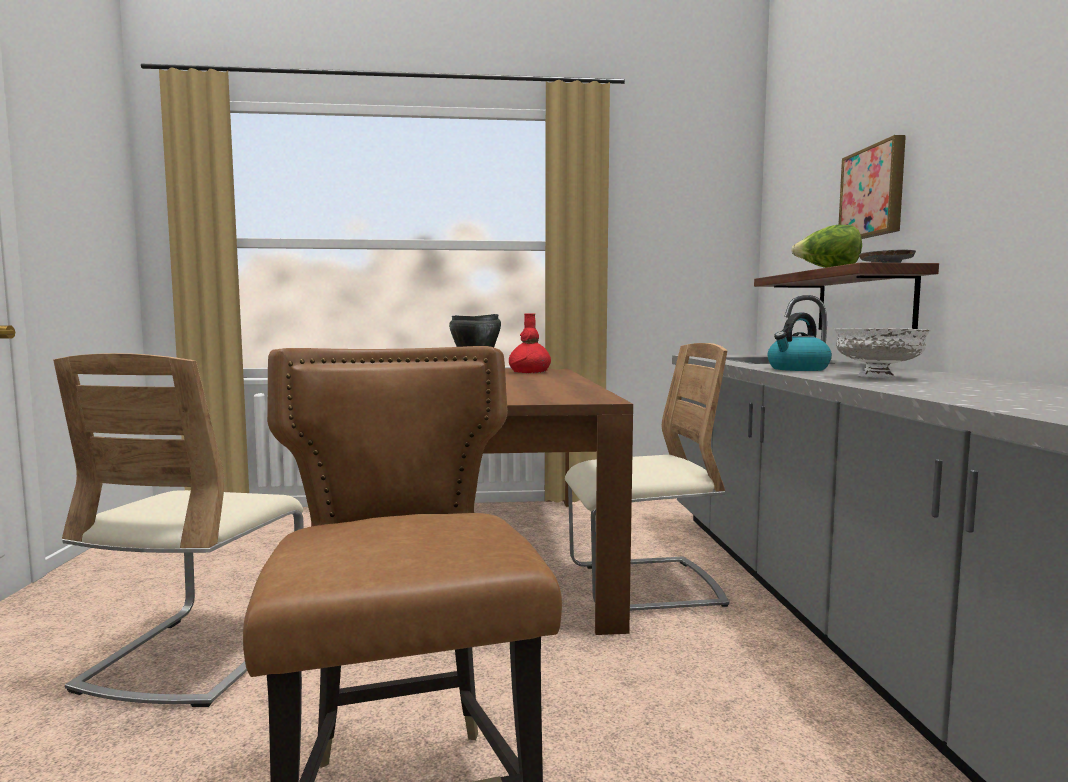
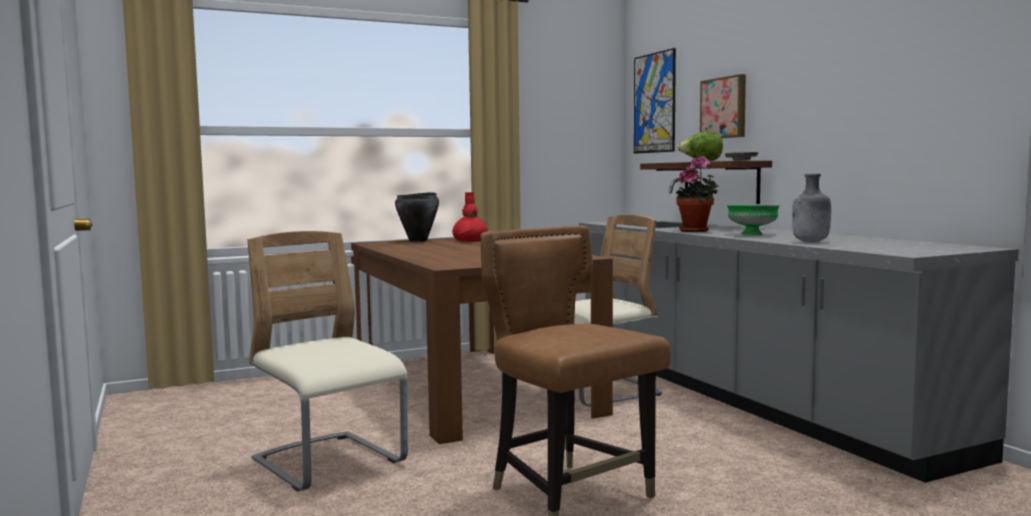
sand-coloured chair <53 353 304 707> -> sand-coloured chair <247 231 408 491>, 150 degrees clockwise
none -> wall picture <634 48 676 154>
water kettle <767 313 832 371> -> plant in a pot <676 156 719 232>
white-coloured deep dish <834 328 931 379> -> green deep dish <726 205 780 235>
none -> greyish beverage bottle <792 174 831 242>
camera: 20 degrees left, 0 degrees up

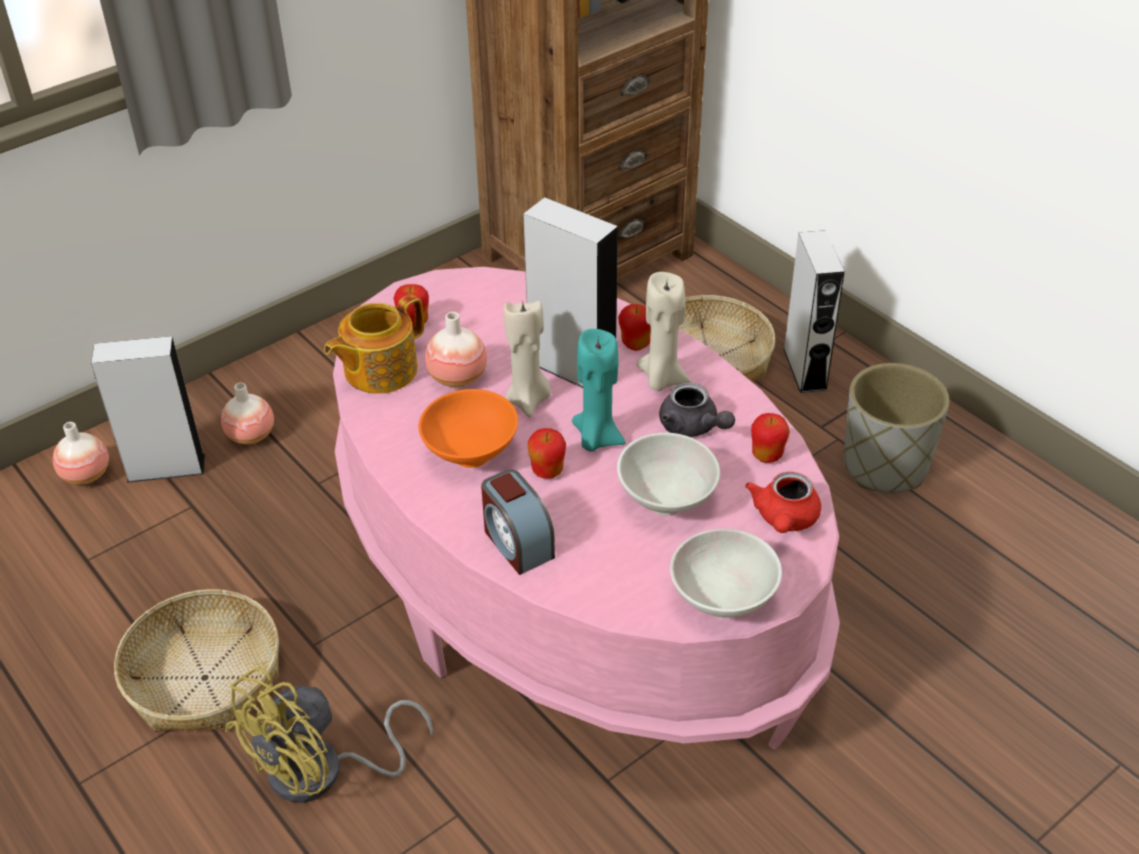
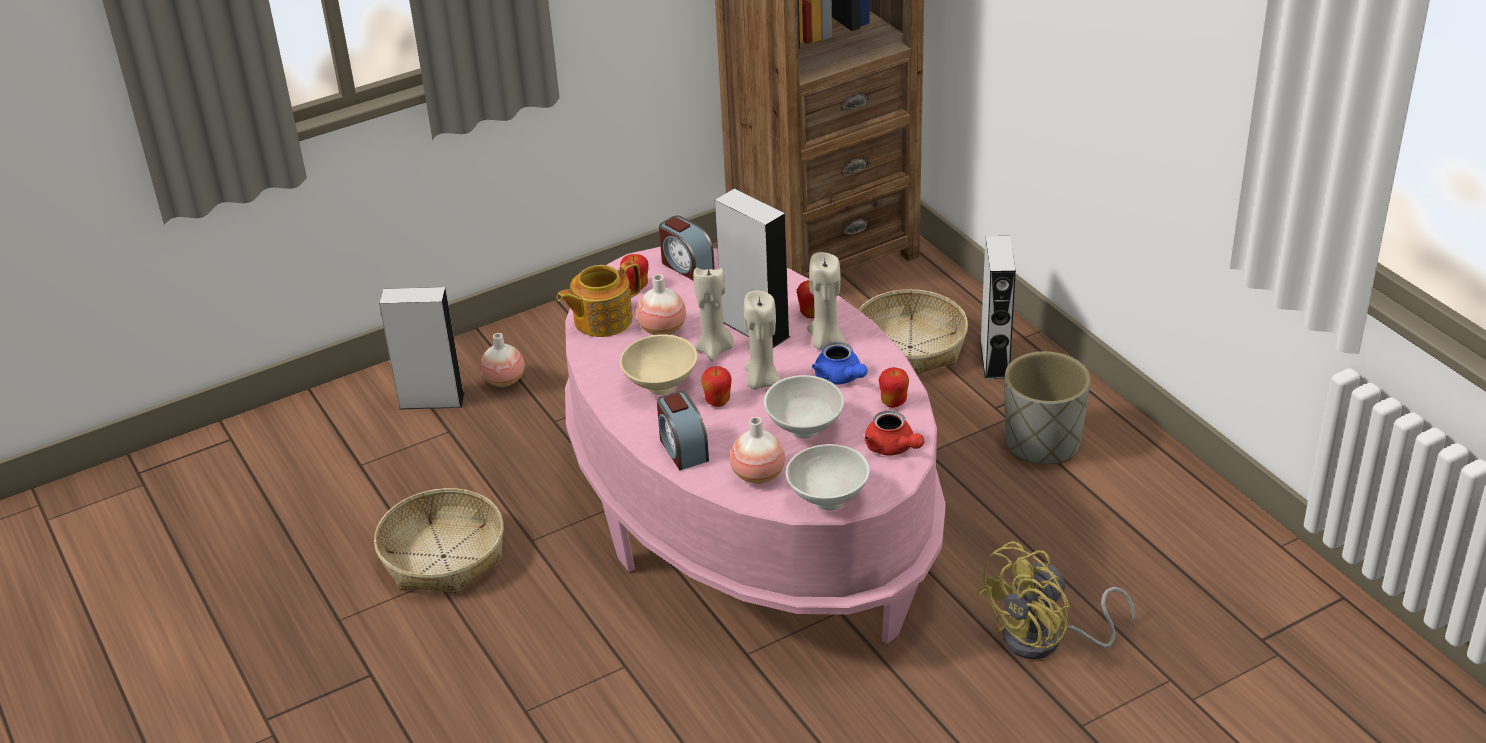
orangey deep dish <418 389 518 468> -> sand-coloured deep dish <620 334 697 395>
none -> alarm clock <659 216 715 281>
decorative vase <53 422 109 485> -> decorative vase <730 417 785 484>, moved
turquoise-coloured wax light <572 329 626 452> -> sand-coloured wax light <744 290 781 390>
greyish pot for tea <659 383 735 437> -> blue-coloured pot for tea <812 342 868 385>
red pot for tea <745 472 821 533> -> red pot for tea <864 410 924 456>, 60 degrees counterclockwise
yellowish electric fan <225 667 433 803> -> yellowish electric fan <976 541 1136 660>, moved
camera: 10 degrees right, 5 degrees down

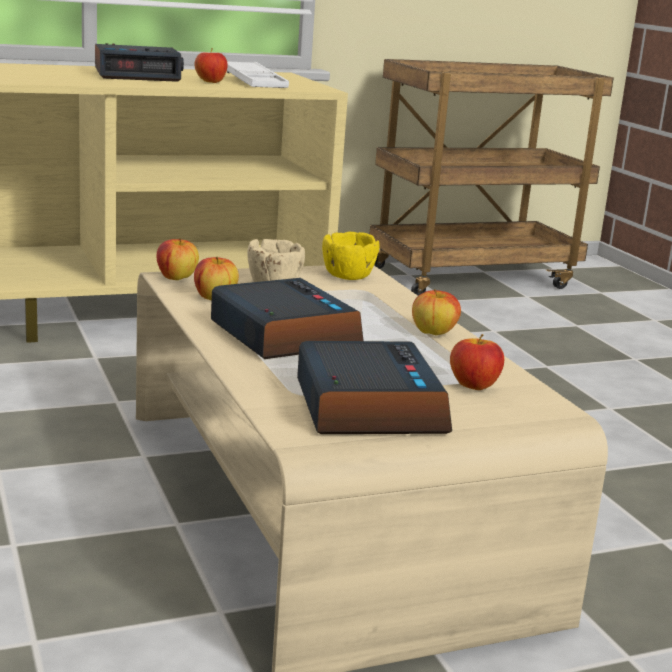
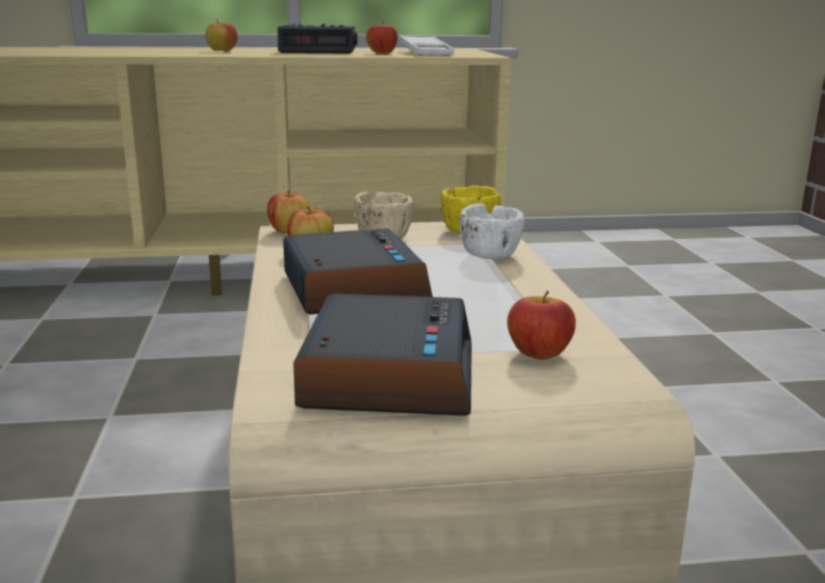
apple <412 289 461 335> -> apple <205 19 238 51>, moved
none -> white-coloured deep dish <459 204 524 259>
brown cart <370 59 614 296> -> none
camera: 15 degrees right, 0 degrees up

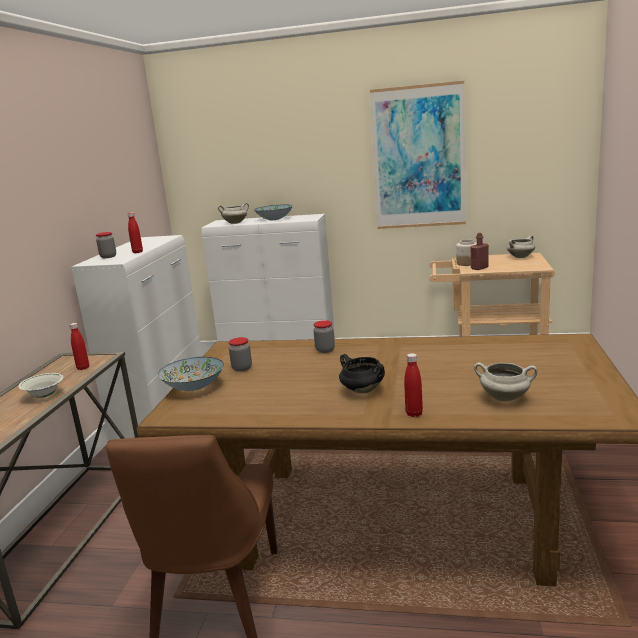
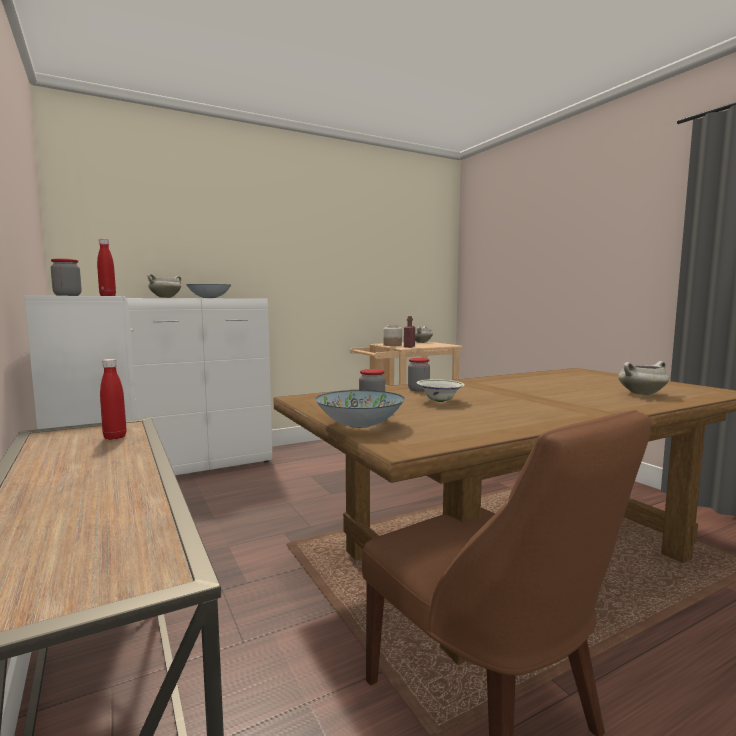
white-coloured deep dish <18 373 63 398> -> white-coloured deep dish <416 379 465 402>, moved
black saucepot <339 354 385 393> -> none
wall picture <370 81 466 229> -> none
red beverage bottle <404 353 423 417> -> none
camera: 40 degrees left, 10 degrees down

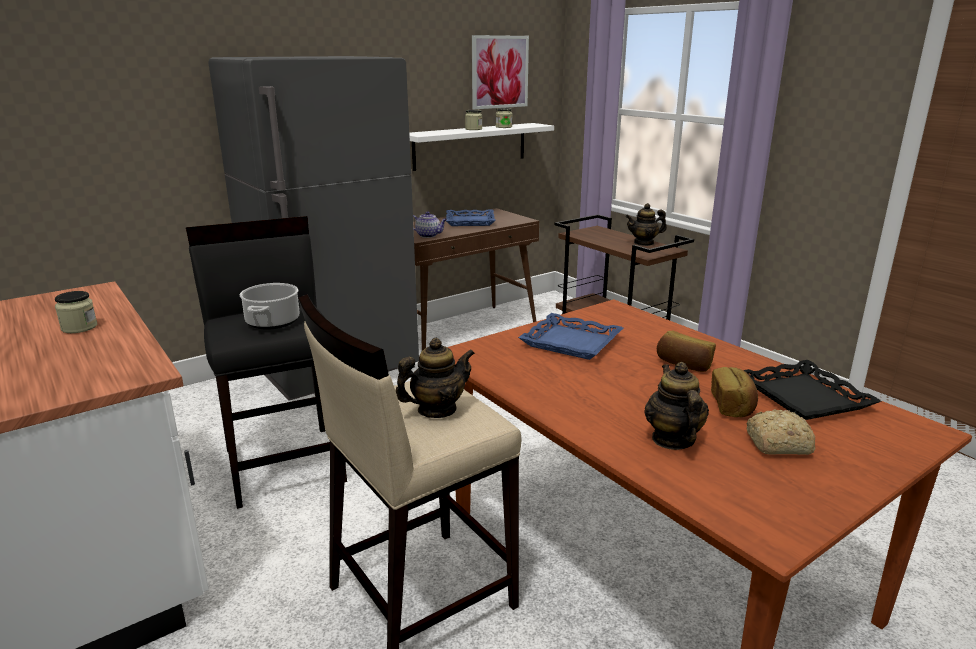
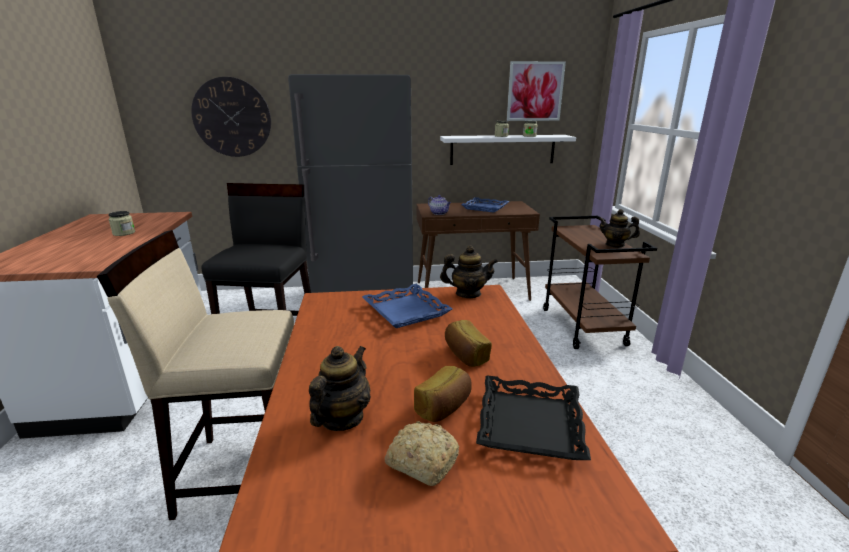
none -> wall clock <191 77 271 157>
pot for tea <396 338 475 418> -> pot for tea <440 245 498 298>, moved
saucepot <240 283 300 330> -> none
camera: 30 degrees right, 0 degrees up

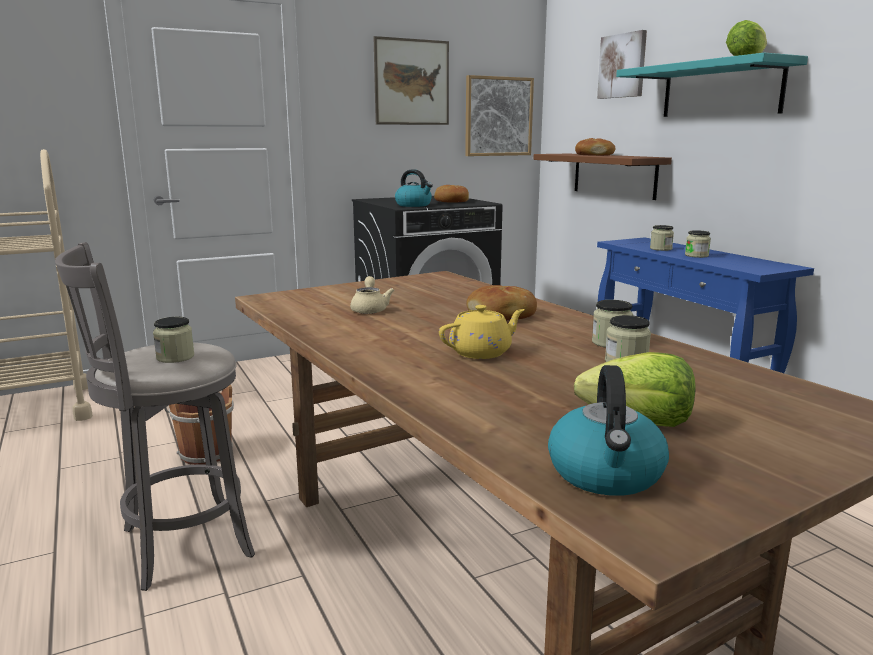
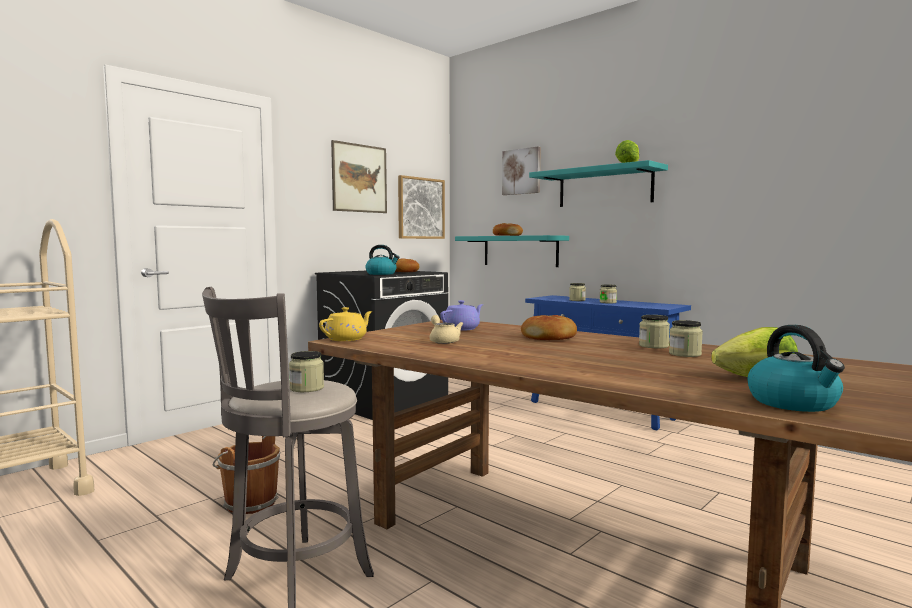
yellowish pot for tea <439 305 525 359> -> yellowish pot for tea <319 307 373 341>, moved
none -> purple pot for tea <440 300 483 331>
brown wall shelf <533 154 672 200> -> turquoise-coloured wall shelf <455 235 569 267>
camera: 20 degrees left, 10 degrees down

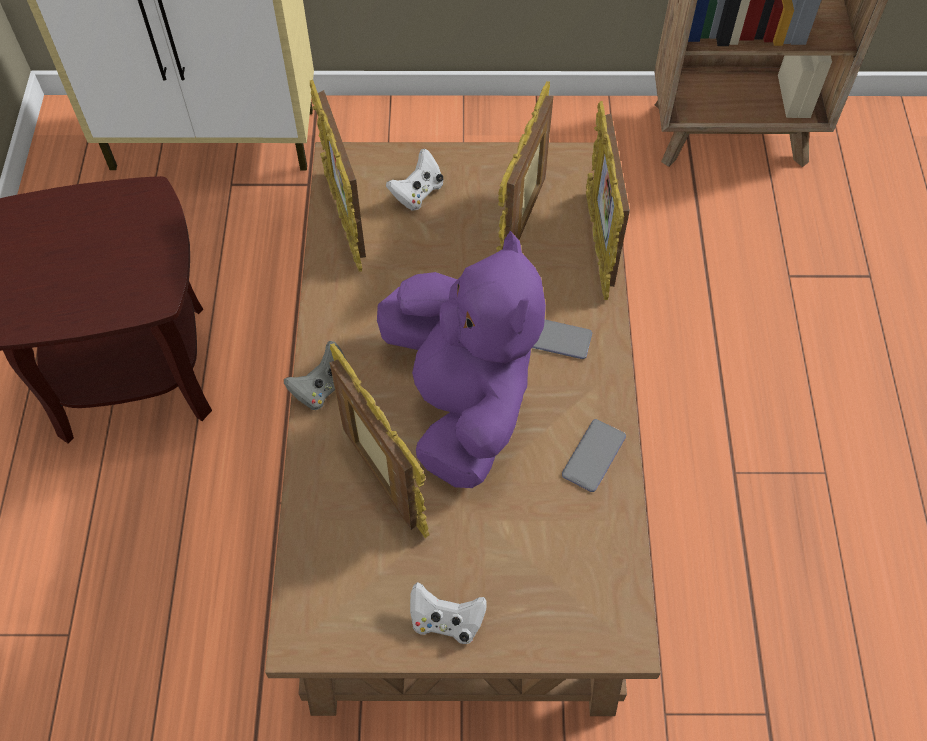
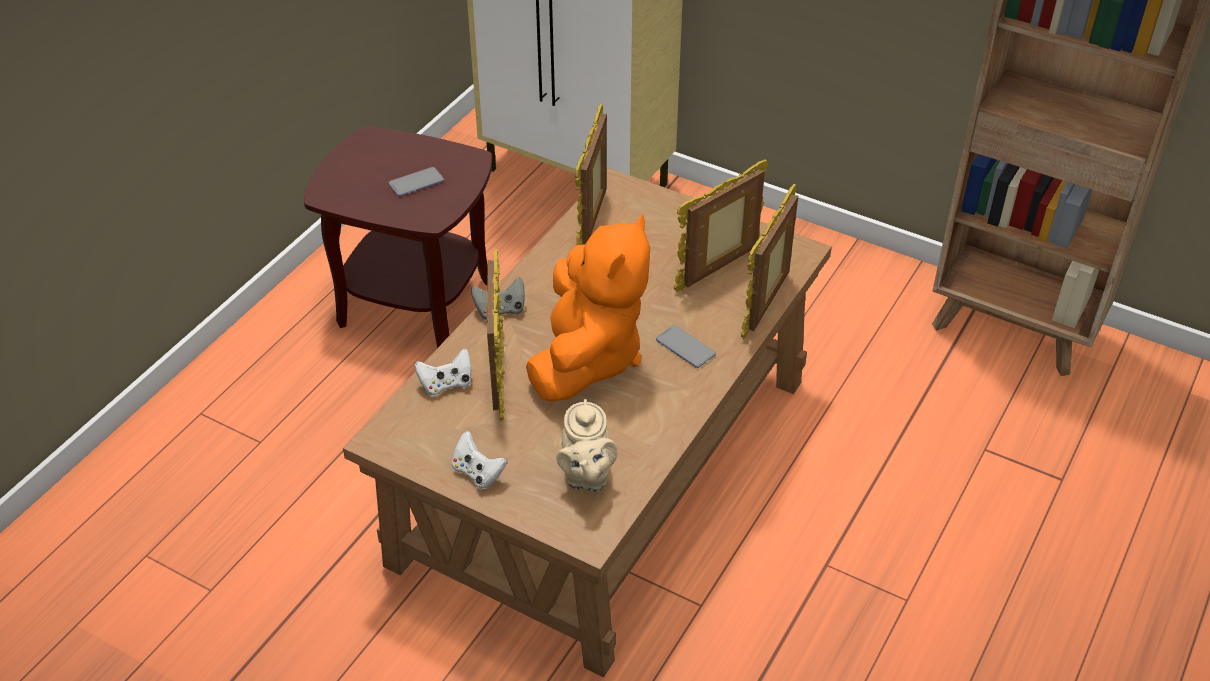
phone <562 419 626 492> -> phone <388 167 444 196>, moved
white-coloured game controller <386 149 443 211> -> white-coloured game controller <415 348 471 396>, moved
purple plush toy <377 231 546 488> -> orangey plush toy <526 214 650 402>
none -> sand-coloured pot for tea <556 399 618 492>
camera: 30 degrees right, 15 degrees down

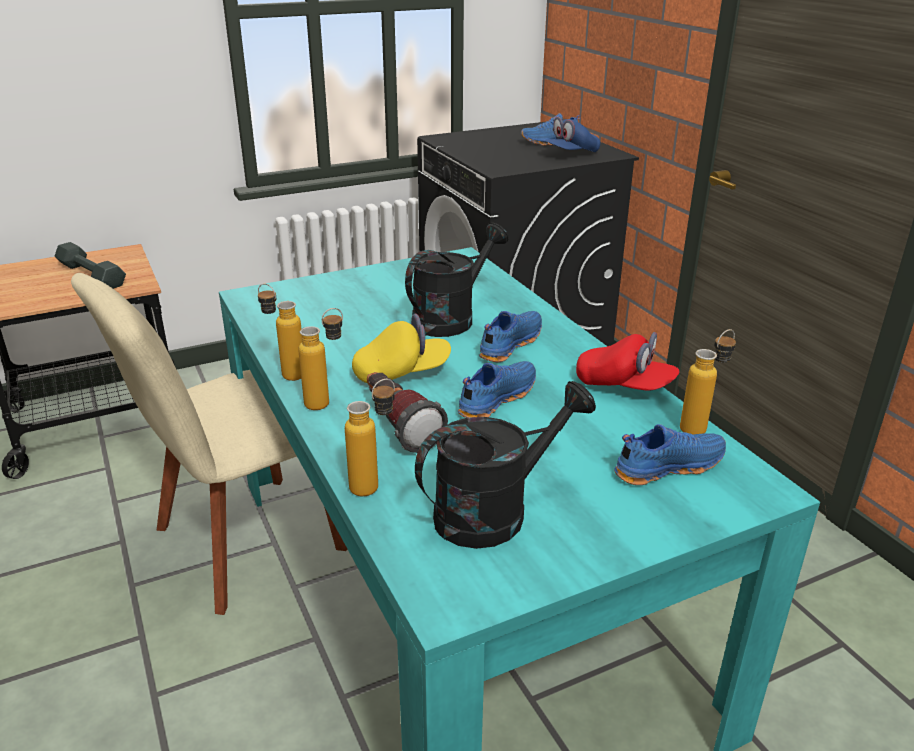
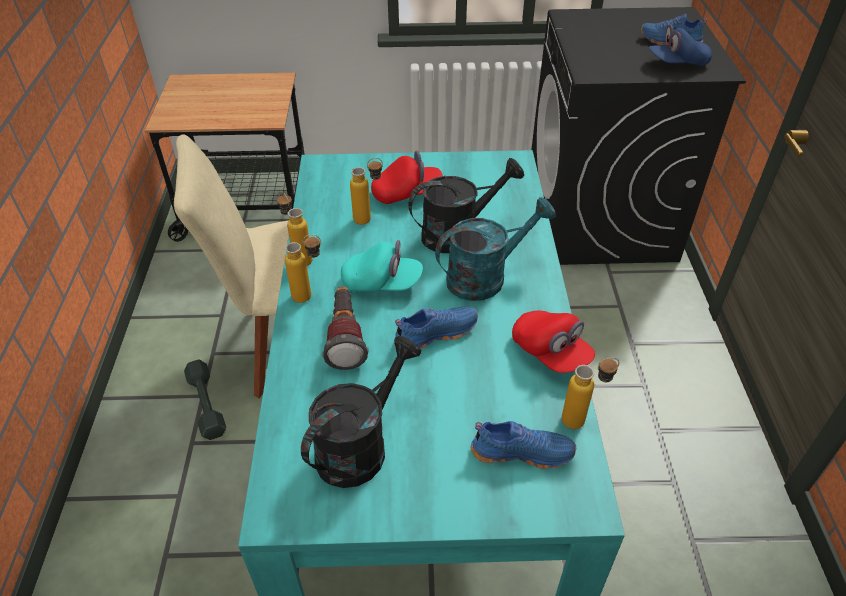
greyish hand weight <55 242 126 289> -> greyish hand weight <184 359 226 440>, moved
black sprinkling can <415 381 596 549> -> black sprinkling can <301 336 421 488>, 45 degrees counterclockwise
yellowish peaked cap <352 314 451 384> -> turquoise-coloured peaked cap <341 240 423 291>
beverage bottle <345 379 395 496> -> beverage bottle <350 158 383 225>, moved
none -> red peaked cap <371 151 443 204>
blue-coloured shoe <479 311 542 362> -> turquoise-coloured sprinkling can <435 197 556 301>
camera: 25 degrees right, 15 degrees up

